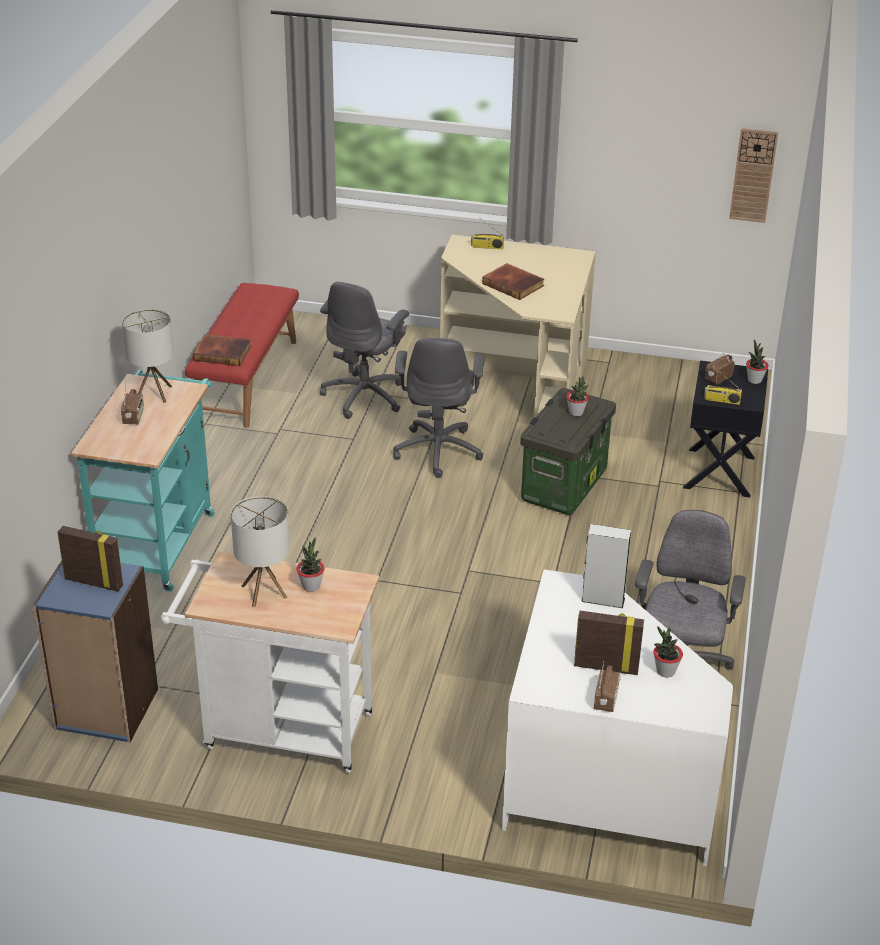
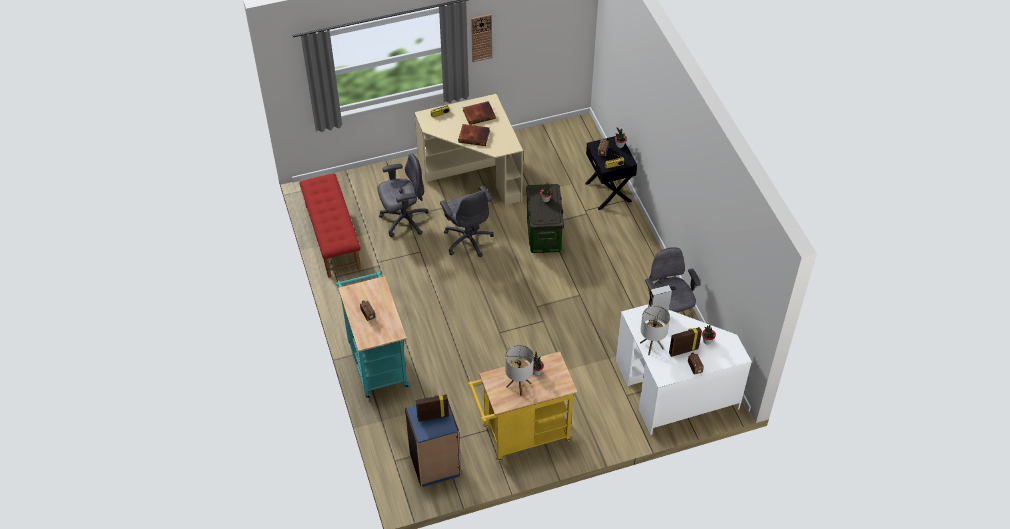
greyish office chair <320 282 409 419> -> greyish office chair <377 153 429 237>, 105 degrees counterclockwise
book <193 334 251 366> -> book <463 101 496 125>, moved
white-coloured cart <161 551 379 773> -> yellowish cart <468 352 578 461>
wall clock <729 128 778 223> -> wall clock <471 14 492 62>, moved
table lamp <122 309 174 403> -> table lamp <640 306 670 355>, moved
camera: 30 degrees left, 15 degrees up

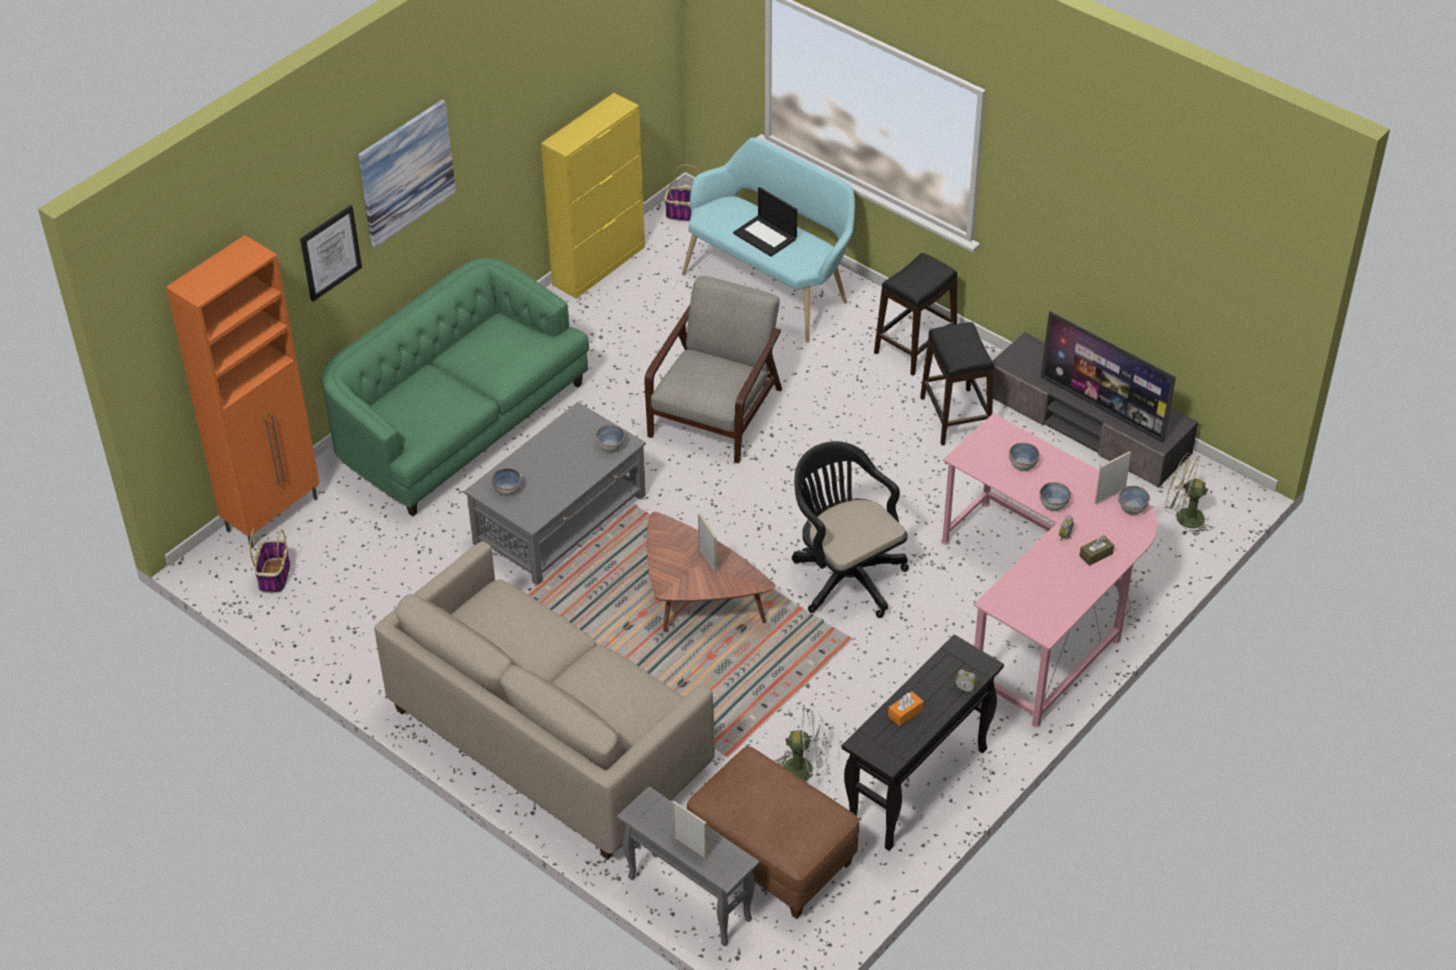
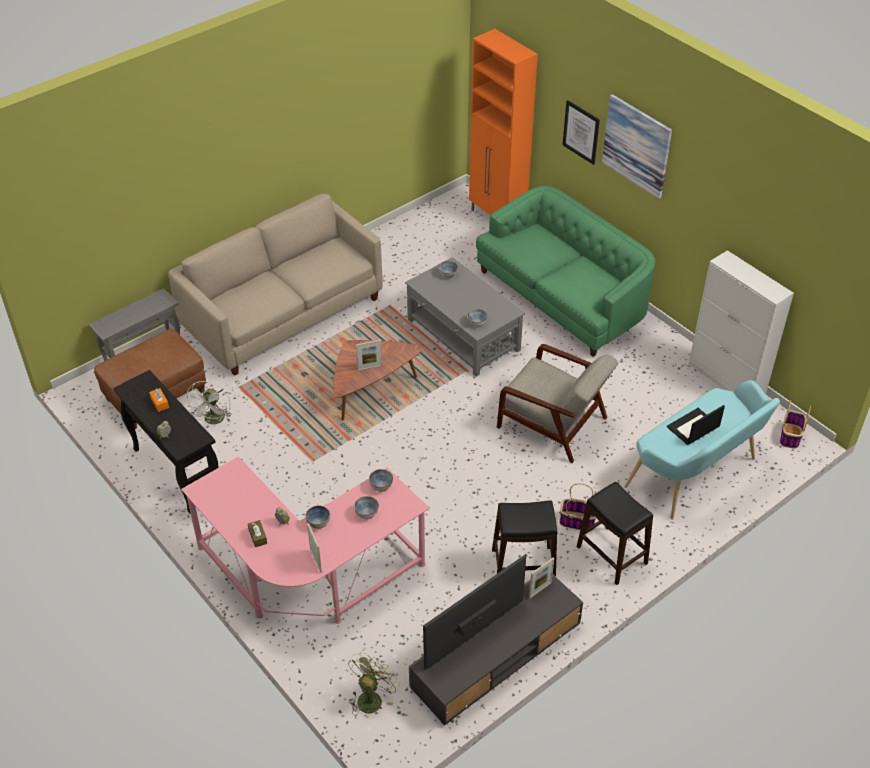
deep dish <1118 486 1150 515> -> deep dish <369 469 393 492>, moved
standing frame <672 801 707 859> -> standing frame <529 558 554 598>, moved
household basket <250 528 290 593> -> household basket <559 483 596 531>, moved
yellowish cupboard <541 93 645 299> -> white-coloured cupboard <689 250 794 395>
black office chair <792 441 909 618> -> none
camera: 100 degrees right, 0 degrees up

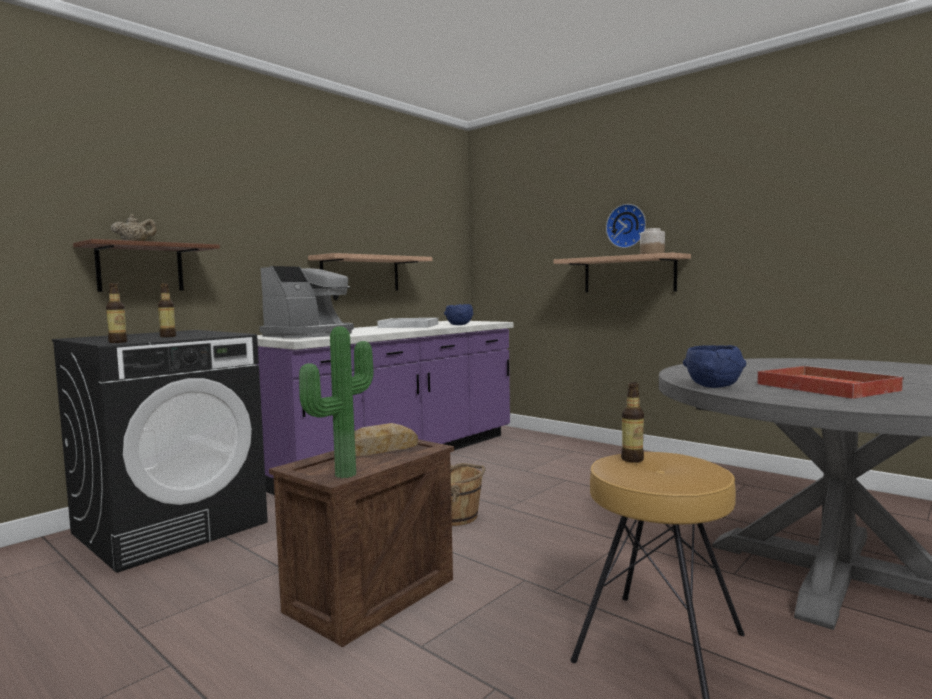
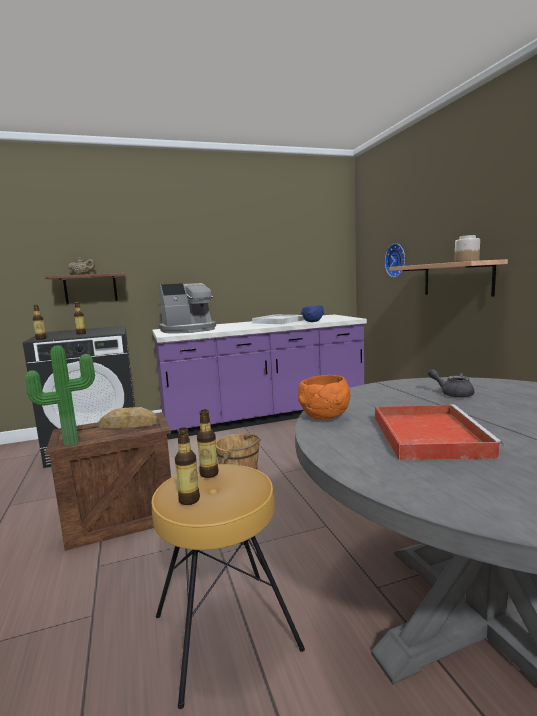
none -> beverage bottle <175 427 200 505>
blue-coloured deep dish <683 345 746 388> -> orangey deep dish <298 375 350 420>
wall clock <606 204 646 248> -> wall clock <385 243 405 277>, moved
none -> greyish pot for tea <428 369 474 398>
wall shelf <308 253 432 291> -> none
camera: 30 degrees right, 5 degrees up

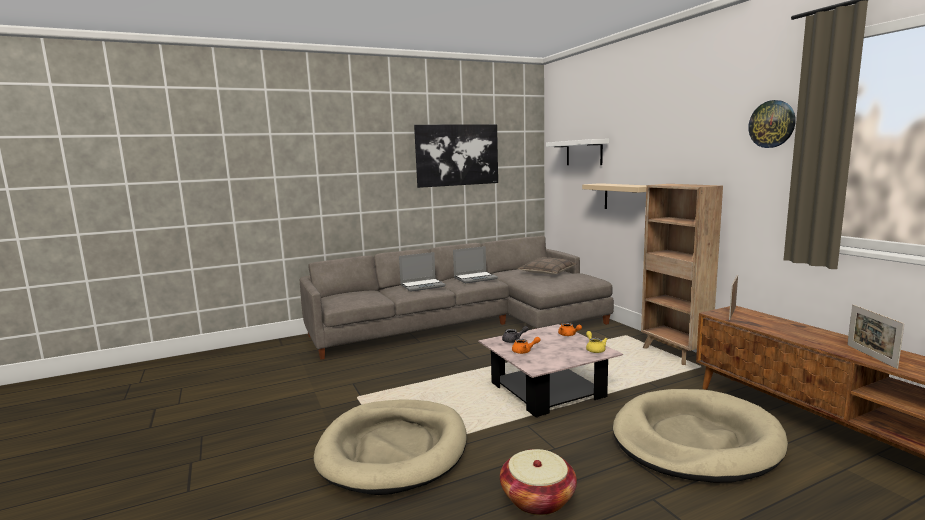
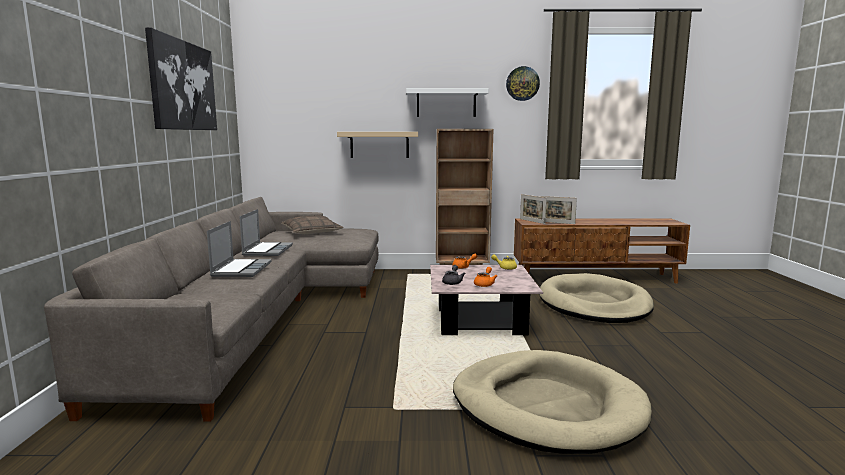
white-coloured wall shelf <546 139 609 165> -> white-coloured wall shelf <406 88 489 117>, moved
standing frame <847 304 905 369> -> standing frame <539 196 577 224>, moved
household basket <500 449 577 515> -> none
camera: 65 degrees left, 0 degrees up

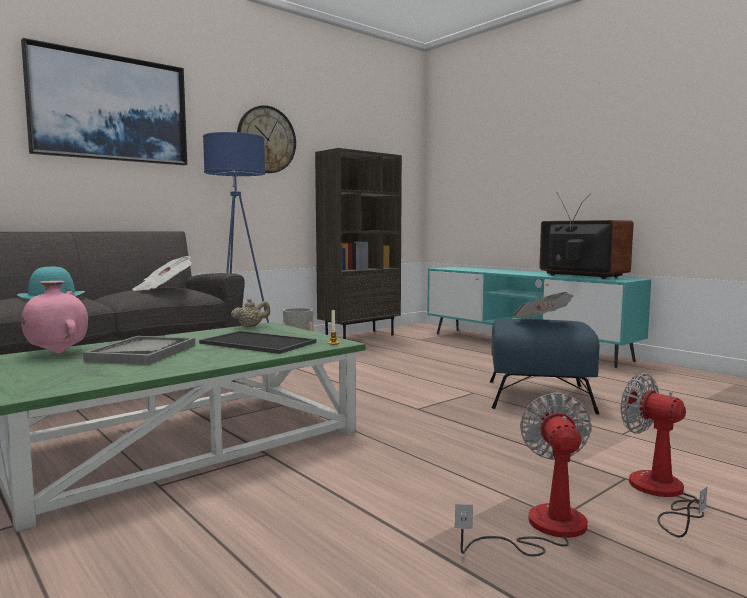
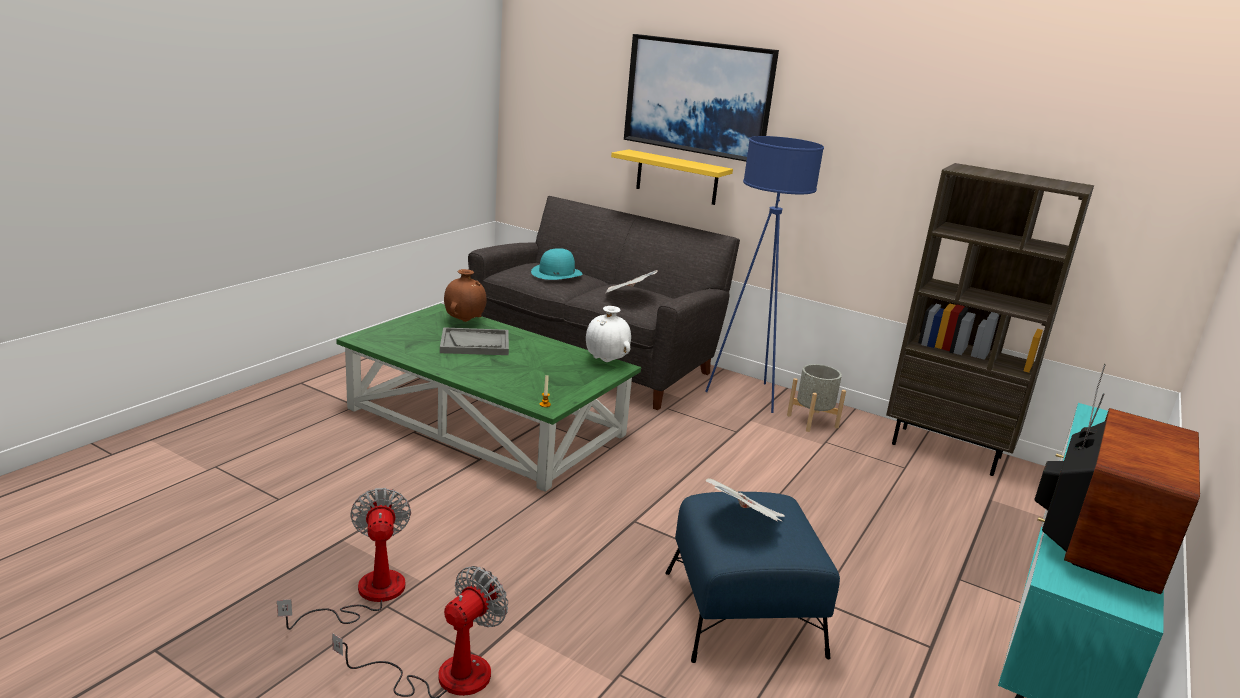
electric fan <455 393 592 556> -> electric fan <277 488 411 630>, 90 degrees counterclockwise
pink decorative vase <21 281 88 354> -> brown decorative vase <444 269 487 322>
sand-coloured pot for tea <231 298 270 327> -> white-coloured decorative vase <586 306 631 362>
none -> yellowish wall shelf <611 149 733 205>
serving tray <199 331 316 354> -> none
wall clock <237 105 296 173> -> none
camera: 70 degrees right, 15 degrees up

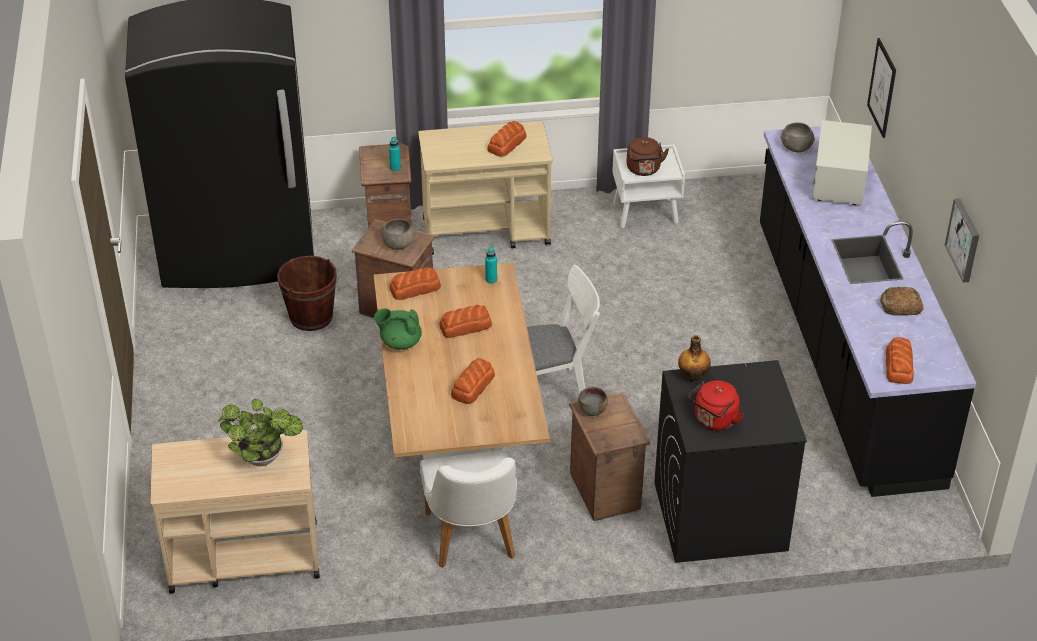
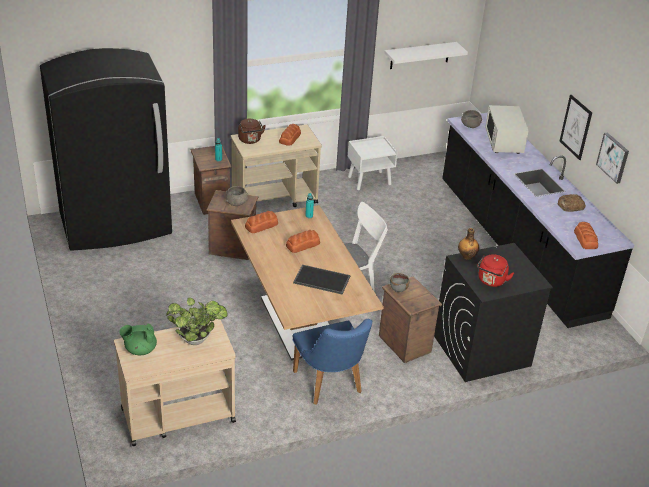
green pot for tea <374 308 422 350> -> green pot for tea <119 324 157 355>, moved
brown water kettle <626 137 669 176> -> brown water kettle <238 119 266 144>, moved
bakery bread <451 358 495 404> -> serving tray <293 264 350 294>
white-coloured chair <420 450 517 568> -> blue-coloured chair <293 319 372 405>
none -> white-coloured wall shelf <385 42 468 69>
wall picture <867 38 896 138> -> wall picture <560 95 592 160>, moved
brown water bucket <277 256 337 331> -> none
camera: 15 degrees left, 5 degrees down

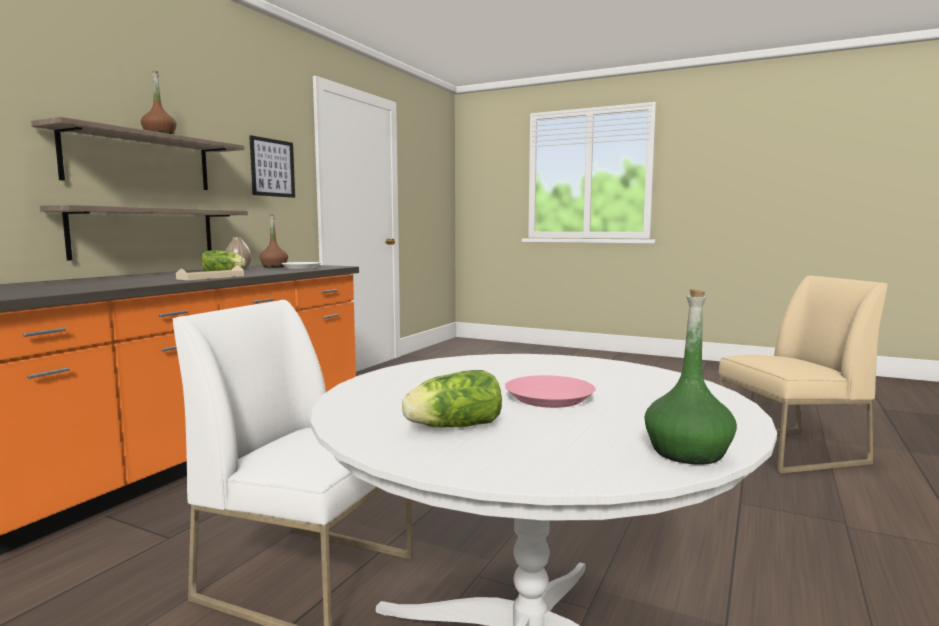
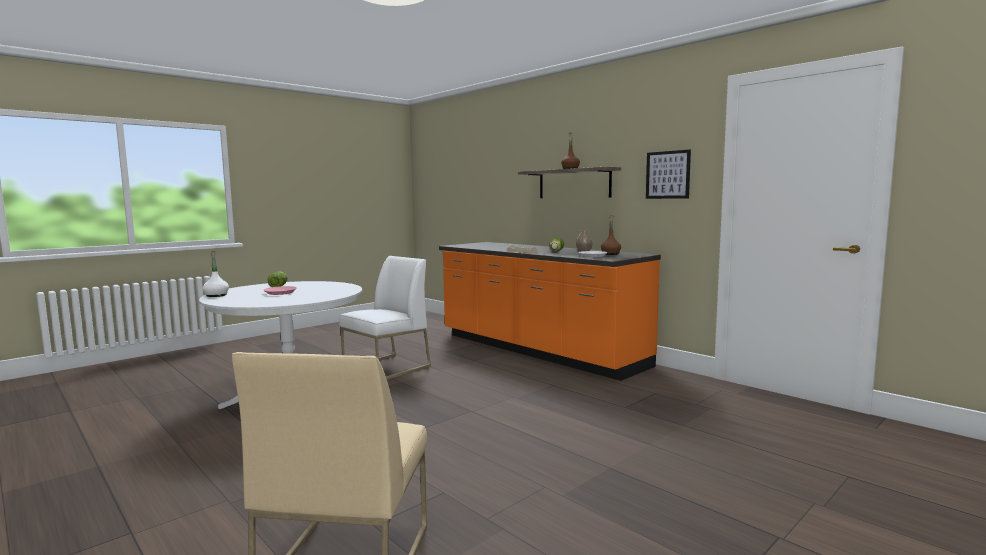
green beverage bottle <645 289 737 464> -> white-coloured beverage bottle <203 251 229 297>
wall shelf <40 205 248 260> -> none
camera: 110 degrees right, 0 degrees up

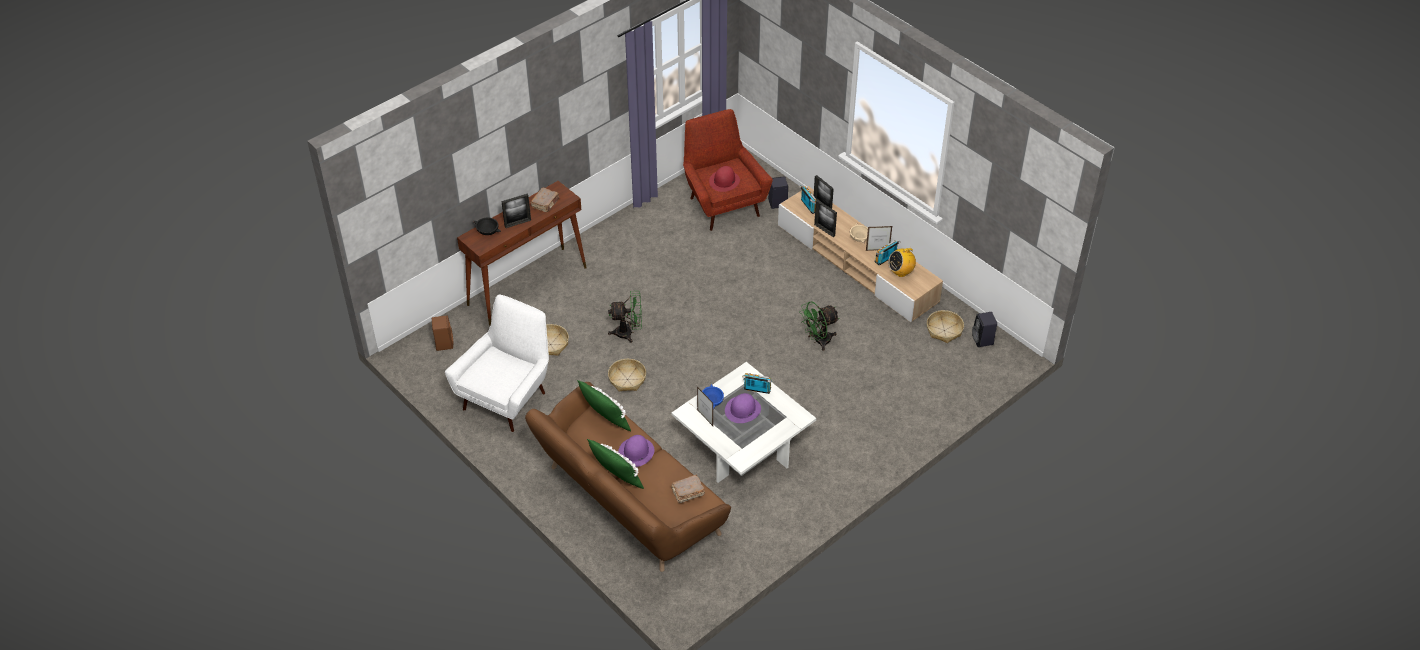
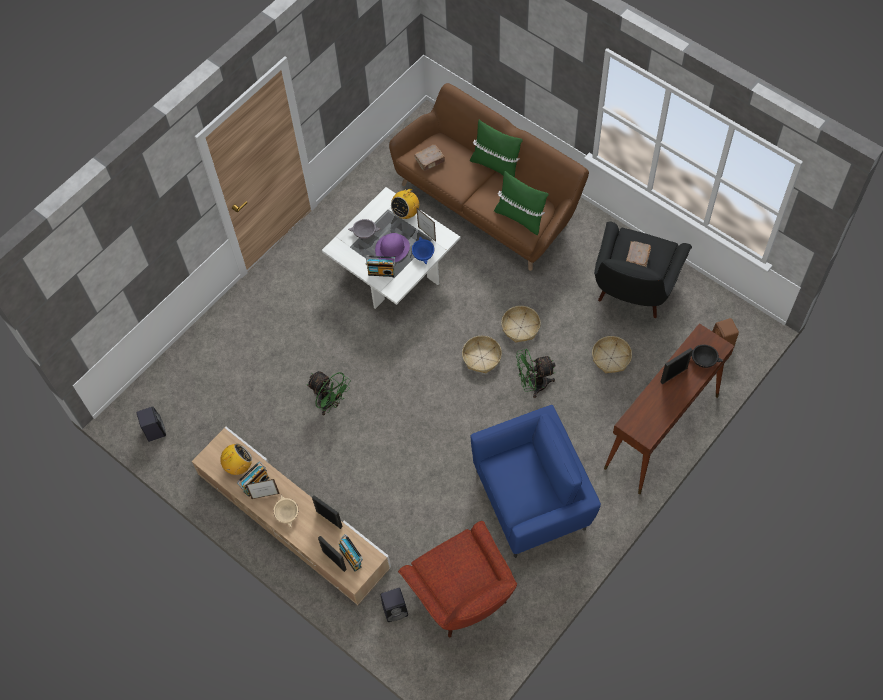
green electric fan <799 301 840 351> -> green electric fan <307 371 350 415>, 75 degrees clockwise
none -> greyish deep dish <348 219 381 239>
none -> radio set <391 184 419 219>
household basket <927 310 964 343> -> household basket <462 336 502 373>, moved
none -> blue-coloured easy chair <471 405 601 558>
white-coloured easy chair <445 294 549 432> -> black easy chair <594 221 692 318>
brown book <531 188 559 212> -> brown book <626 241 651 267>, moved
purple clothing hat <618 435 654 467> -> none
red clothing hat <709 166 740 192> -> none
camera: 175 degrees right, 15 degrees up

